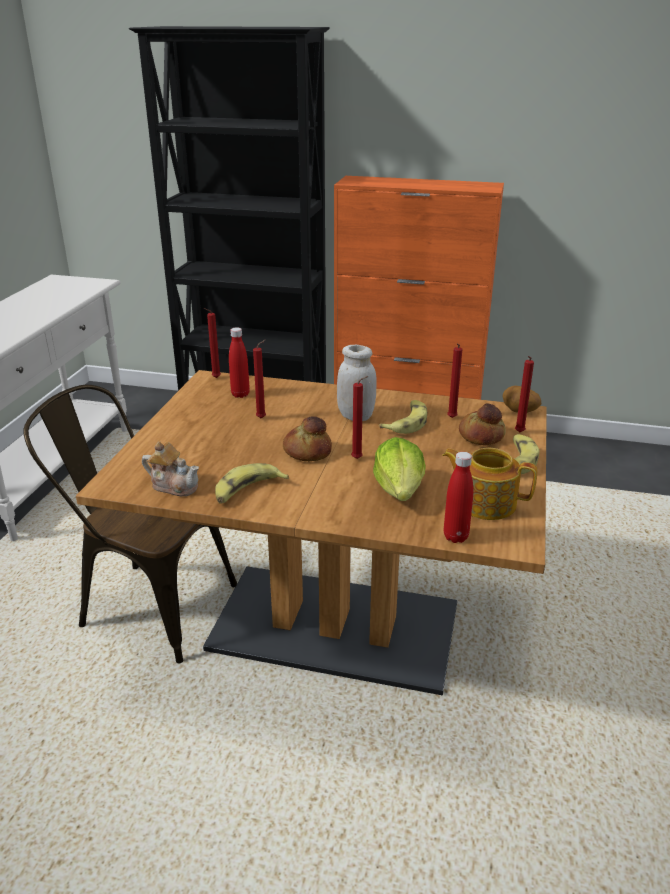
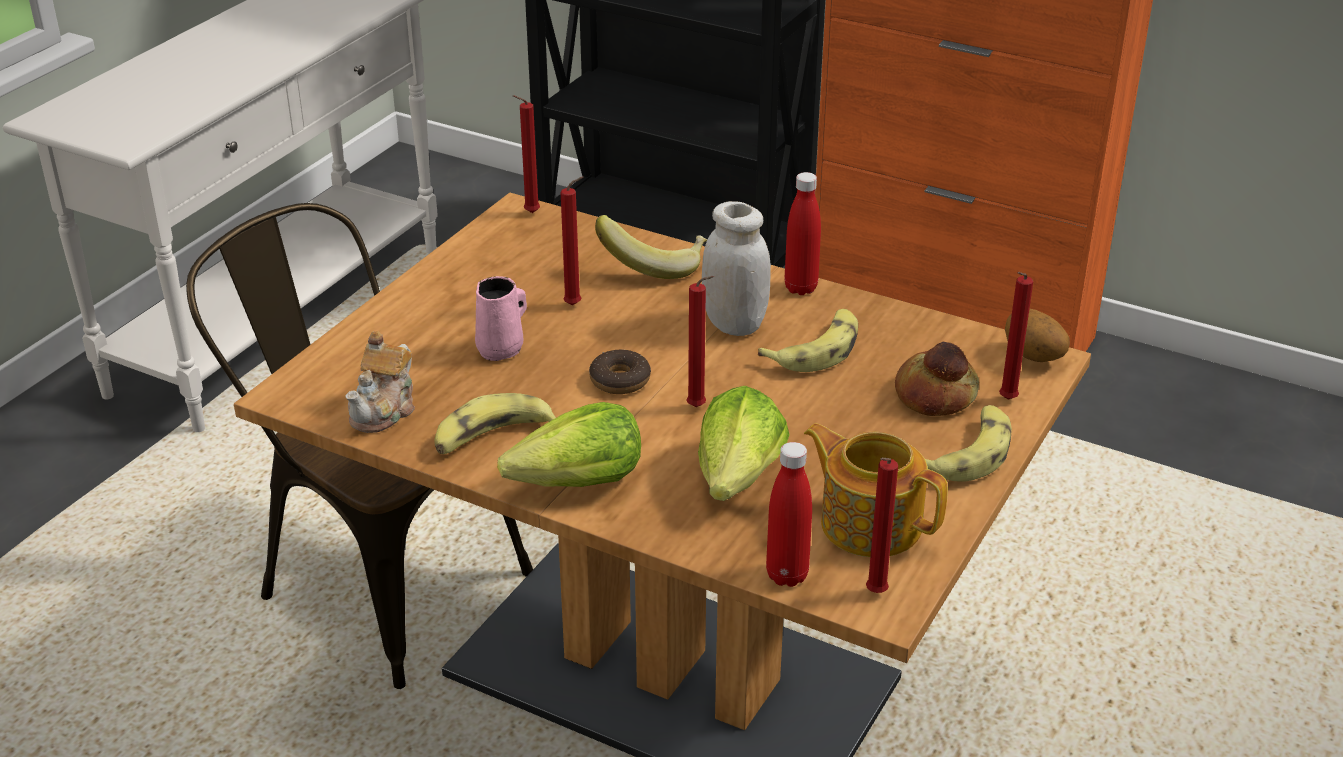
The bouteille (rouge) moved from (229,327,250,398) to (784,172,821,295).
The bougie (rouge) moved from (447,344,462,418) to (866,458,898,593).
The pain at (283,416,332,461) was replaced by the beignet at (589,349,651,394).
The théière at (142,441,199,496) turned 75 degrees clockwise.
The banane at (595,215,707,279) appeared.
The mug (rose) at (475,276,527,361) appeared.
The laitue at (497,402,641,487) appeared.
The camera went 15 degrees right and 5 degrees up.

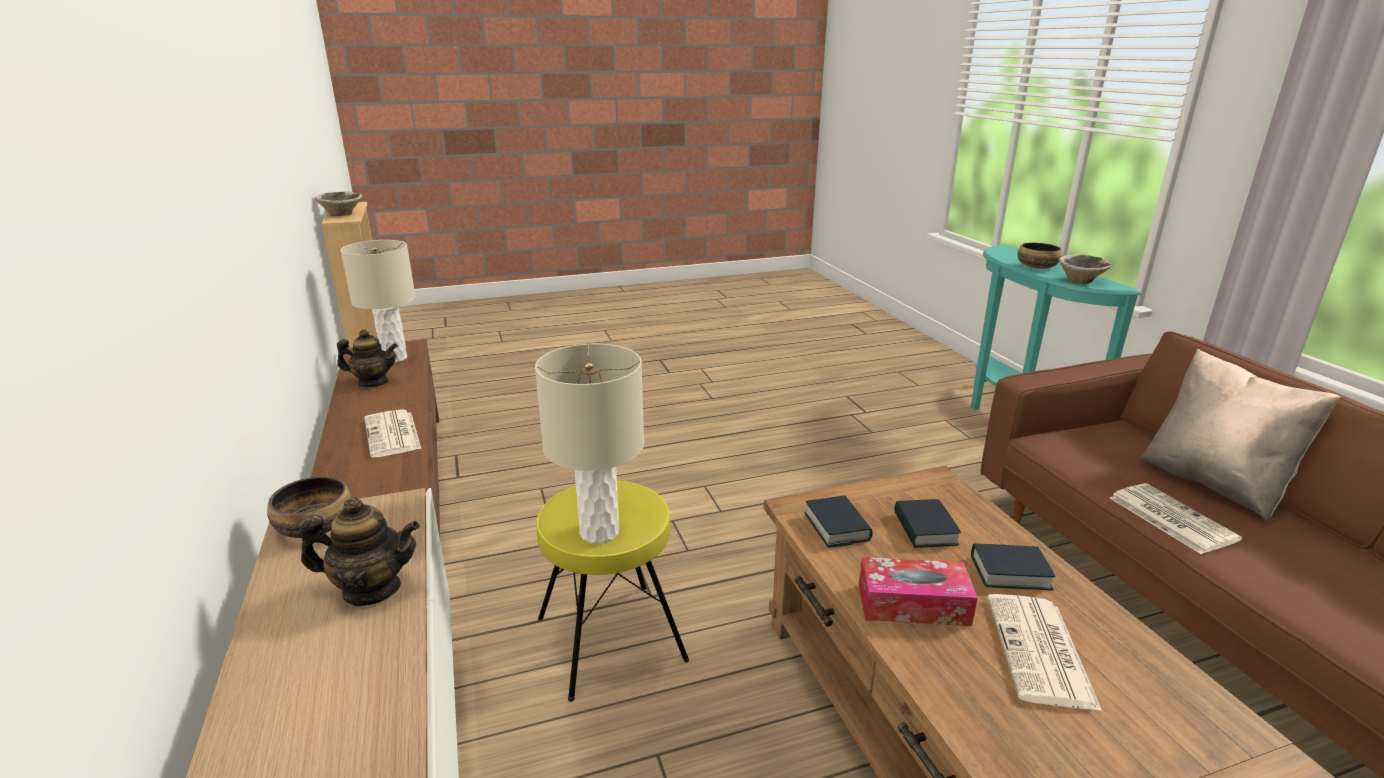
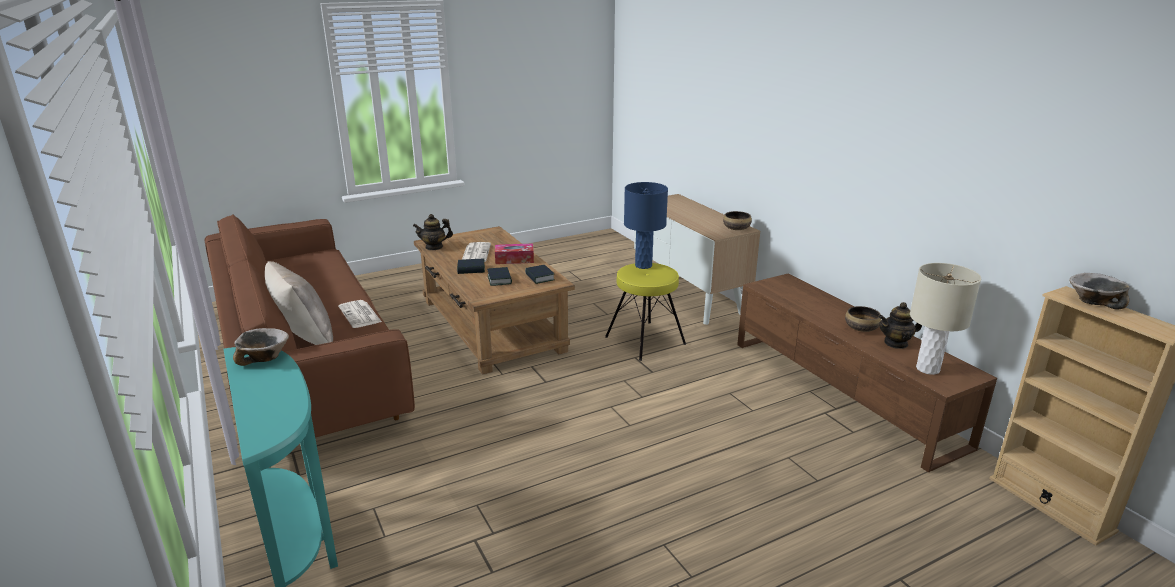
The bol moved from (1018,242,1062,269) to (845,306,882,332).
The lampe de table (beige) at (535,344,644,544) became the lampe de table (bleu) at (624,182,668,269).
The journal at (365,409,421,457) disappeared.
The théière moved from (299,497,420,606) to (413,214,453,250).
The camera went 170 degrees right and 0 degrees up.

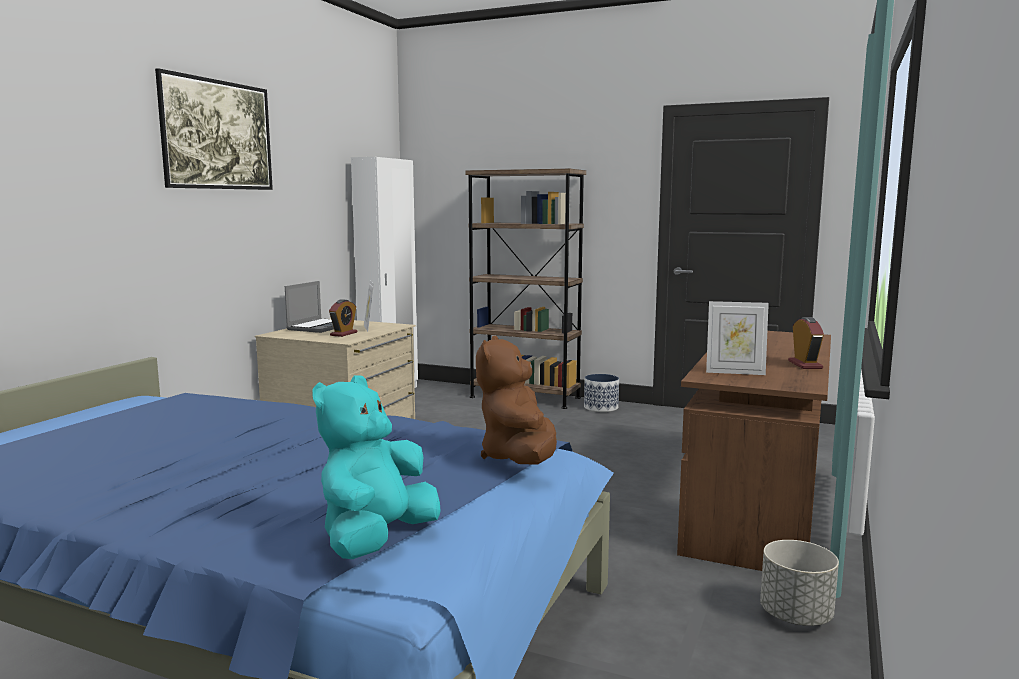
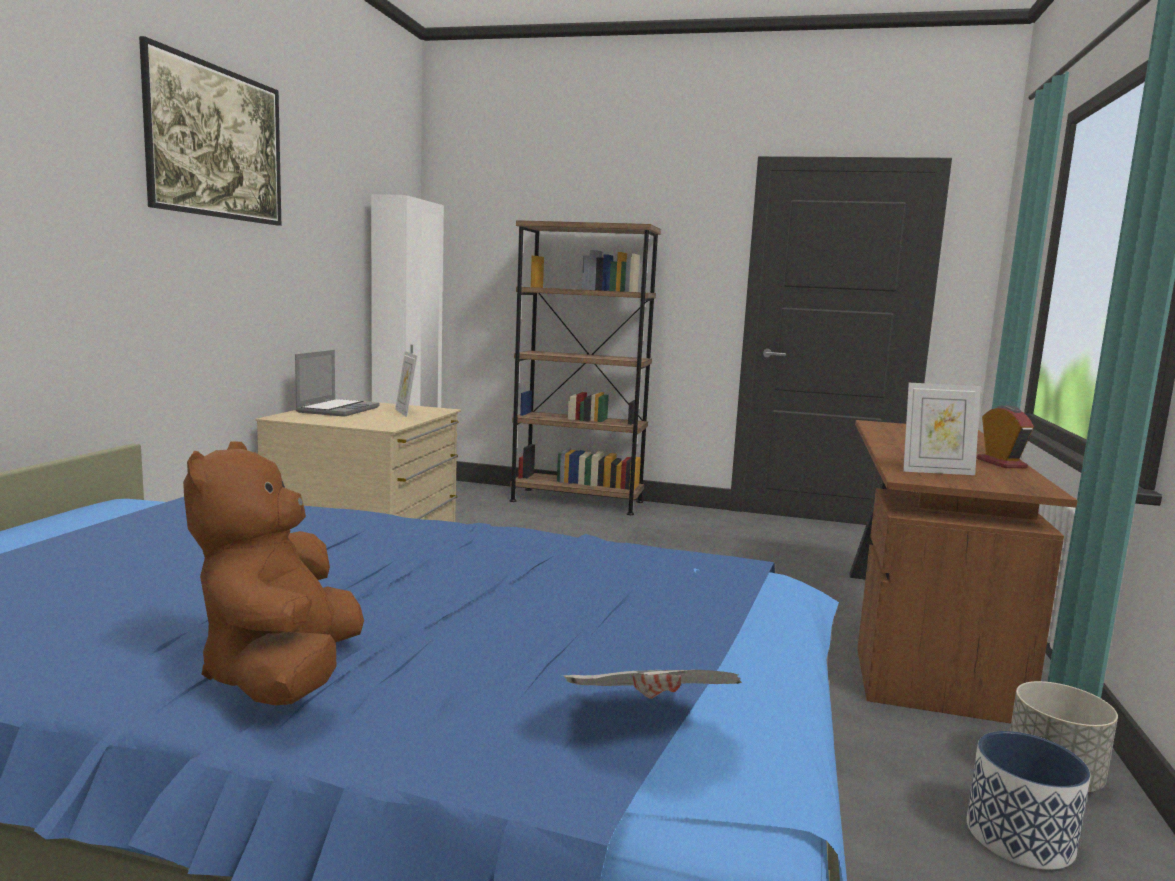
The réveil at (329,299,357,337) disappeared.
The peluche (marron) moved from (476,336,557,464) to (183,441,364,705).
The cache-pot moved from (584,374,619,412) to (967,731,1090,870).
The peluche (turquoise) at (312,375,440,559) was replaced by the journal at (563,670,743,699).
The camera went 10 degrees left and 0 degrees up.

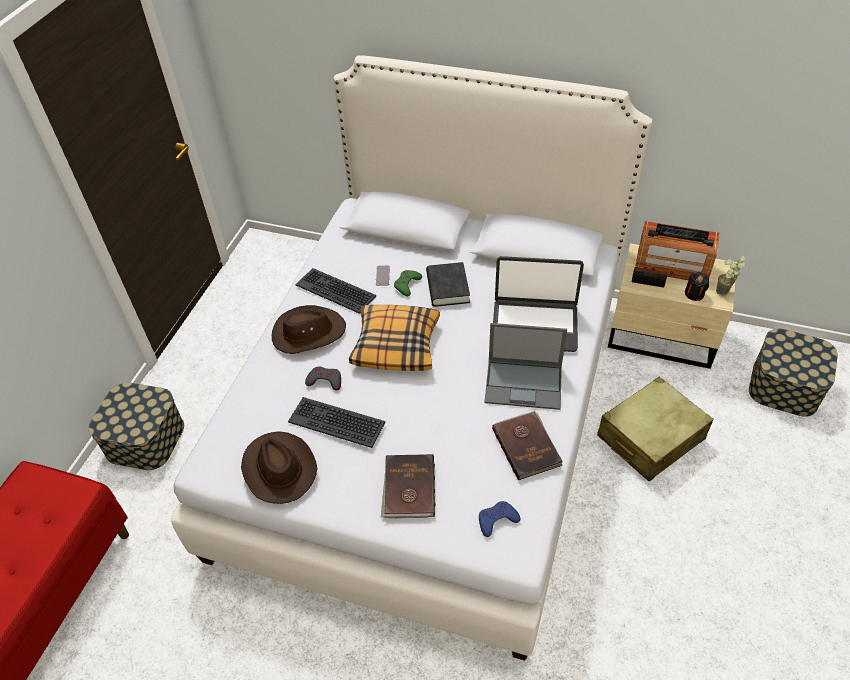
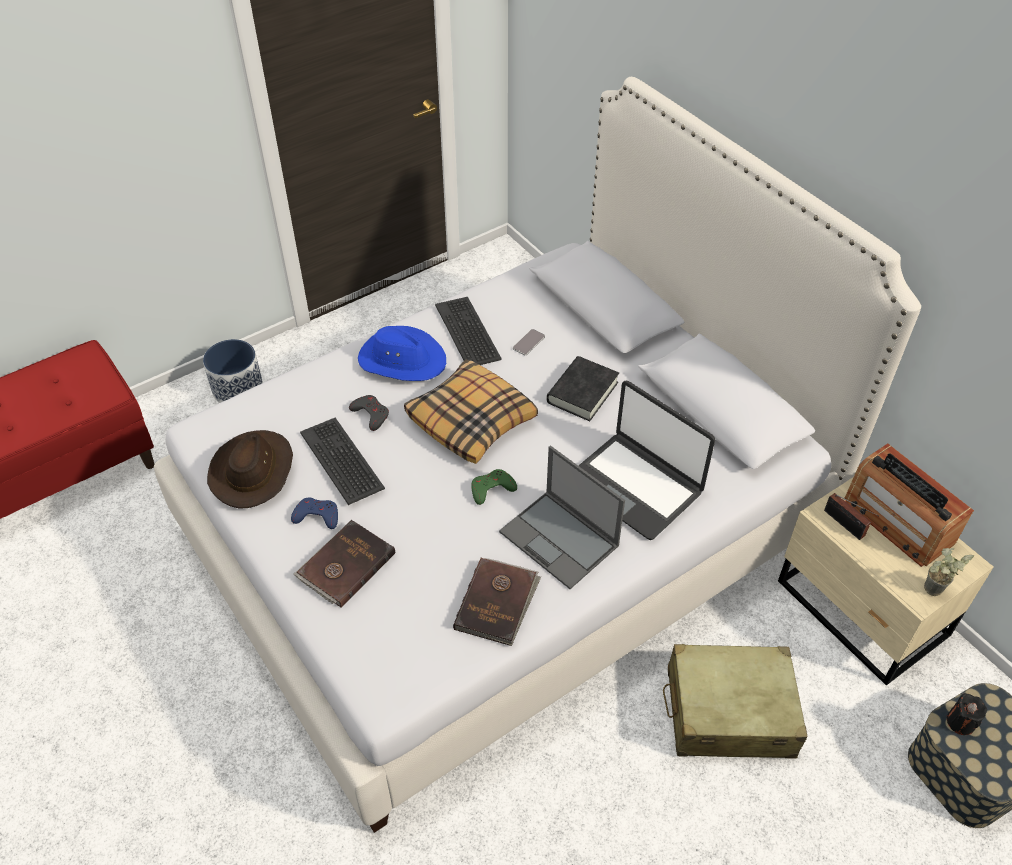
The manette (vert) moved from (394,270,422,297) to (471,469,517,505).
The bougie (noir) moved from (685,272,709,301) to (947,693,987,735).
The chapeau (marron) at (272,305,346,354) became the chapeau (bleu) at (358,326,446,381).
The boîte de rangement at (88,383,184,470) was replaced by the cache-pot at (203,339,263,403).
The manette (bleu) moved from (479,501,520,537) to (291,497,338,529).
The camera went 35 degrees right and 0 degrees up.

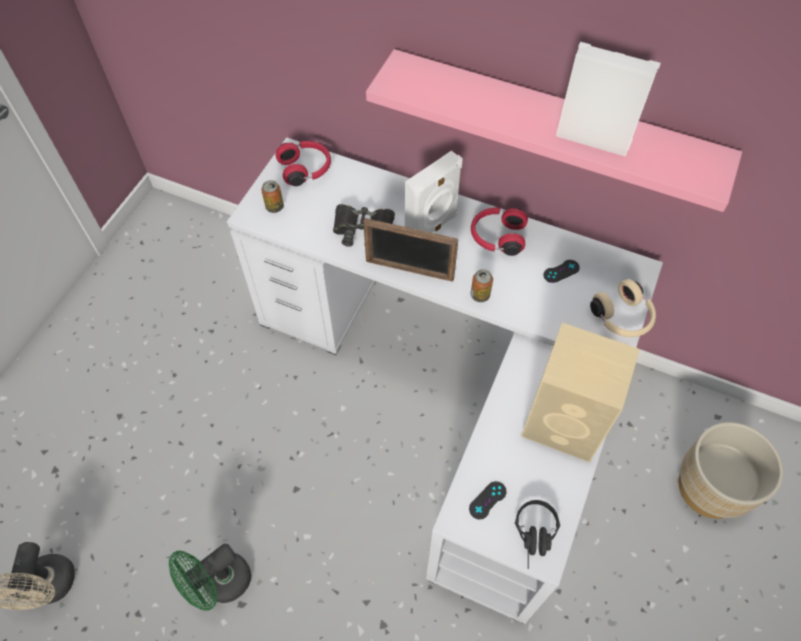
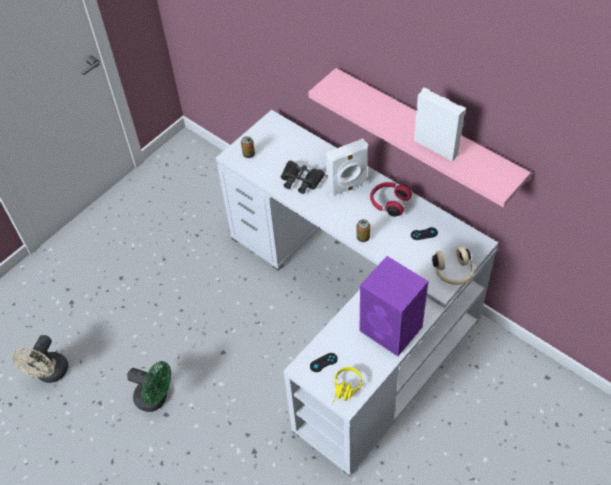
The casque audio (rouge) at (275,141,331,186) disappeared.
The cadre photo at (363,218,458,281) disappeared.
The enceinte (beige) at (521,323,640,462) became the enceinte (violet) at (360,256,428,356).
The cache-pot (beige) at (678,422,783,519) disappeared.
The casque audio (noir) at (515,500,560,569) became the casque audio (jaune) at (332,367,362,405).
The ventilateur (vert) at (169,543,251,611) turned 135 degrees counterclockwise.
The camera went 20 degrees right and 5 degrees down.

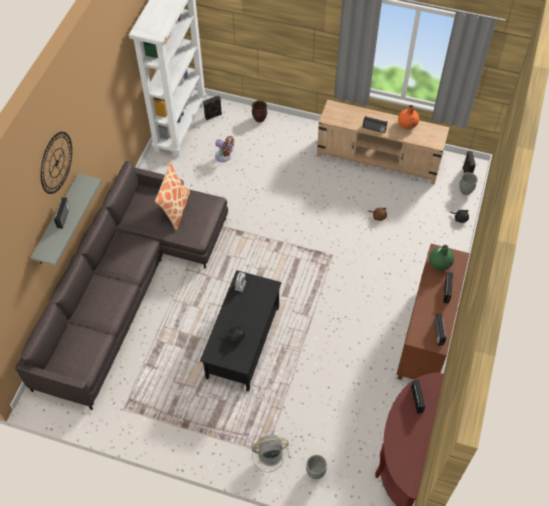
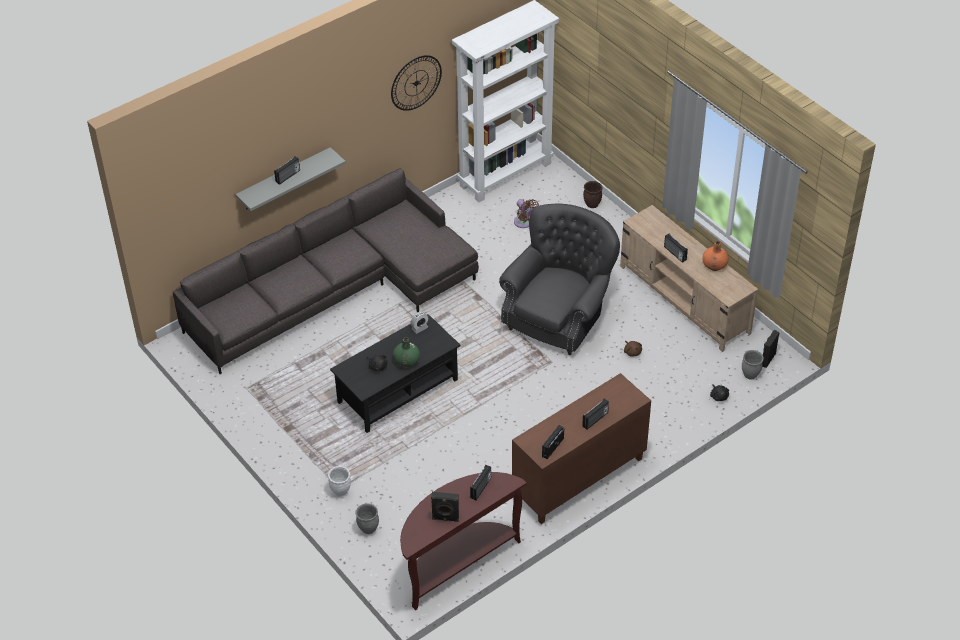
The enceinte (noir) moved from (203,95,222,120) to (431,492,459,522).
The horloge murale moved from (40,132,72,194) to (391,55,442,111).
The coussin at (155,162,190,231) disappeared.
The vase (vert) moved from (429,245,454,270) to (393,337,420,367).
The ventilateur (gris) at (252,435,290,473) was replaced by the cache-pot (blanc) at (328,466,351,496).
The fauteuil (gris) at (499,203,620,355) appeared.
The camera went 35 degrees right and 10 degrees down.

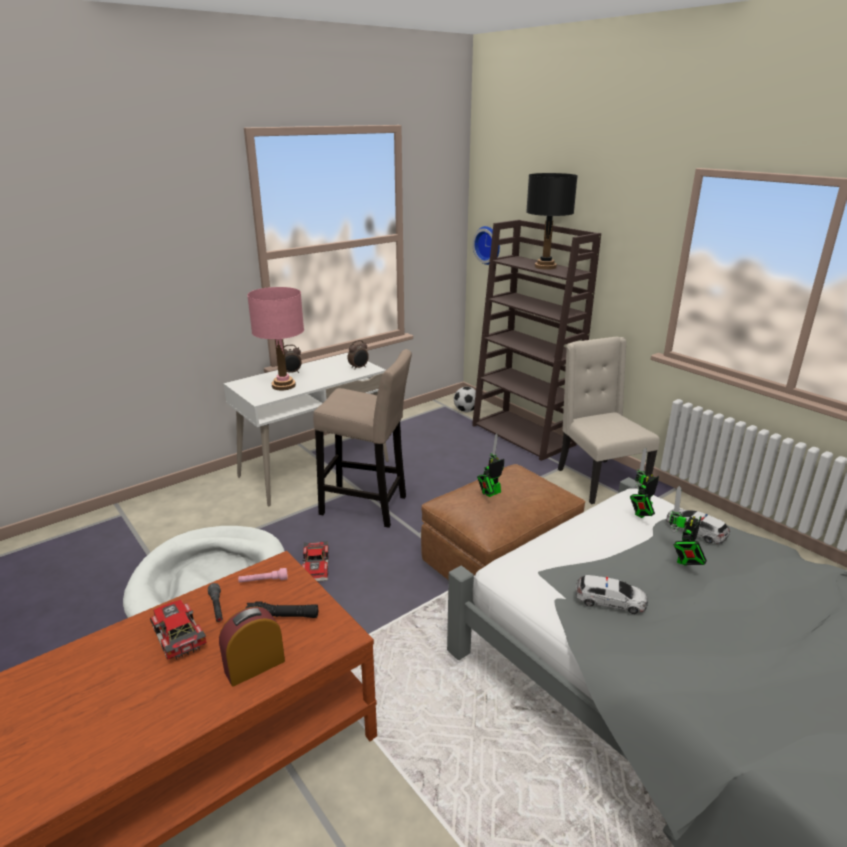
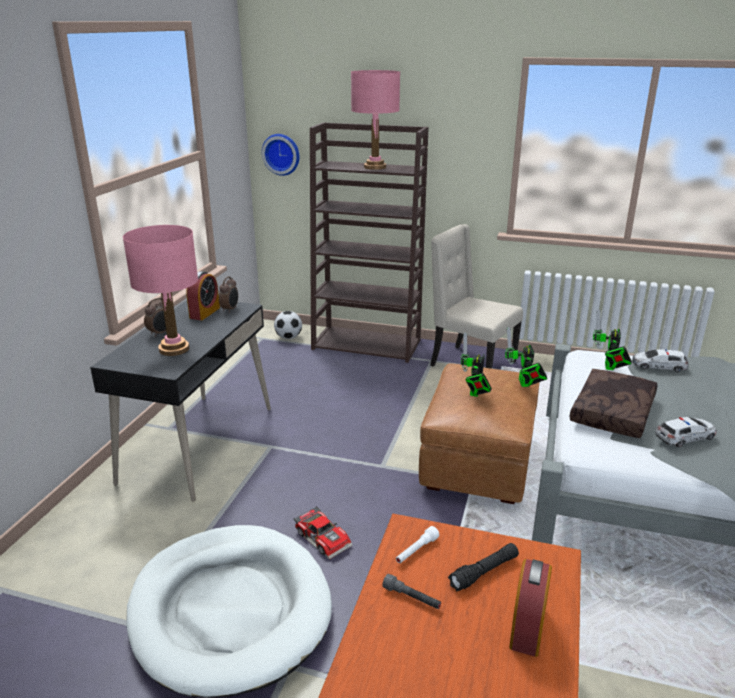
The lampe de table (noir) at (526,173,578,270) became the lampe de table (rose) at (351,70,400,170).
The tabouret (beige) at (313,349,412,528) disappeared.
The bureau (blanc) at (224,352,389,506) became the bureau (noir) at (90,300,271,502).
The robot jouet moved from (670,486,707,566) to (505,326,547,387).
The lampe de poche (rose) at (238,568,288,583) became the lampe de poche (blanc) at (396,526,439,563).
The petite voiture at (150,600,207,660) disappeared.
The réveil at (186,271,220,320) appeared.
The coussin (marron) at (570,369,657,438) appeared.
The camera went 35 degrees left and 0 degrees up.

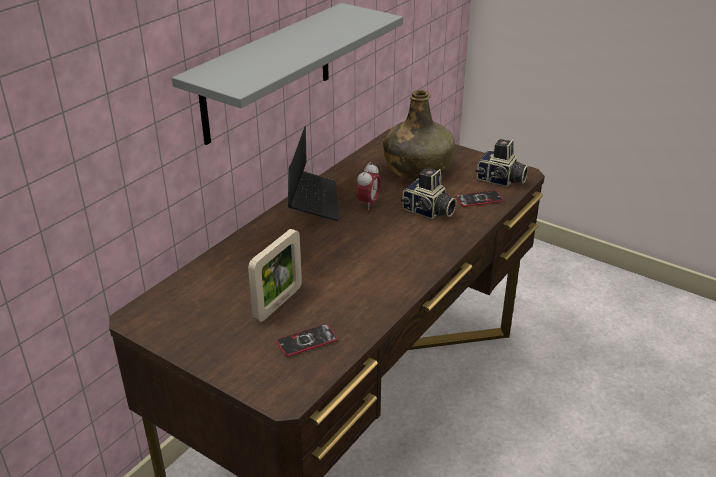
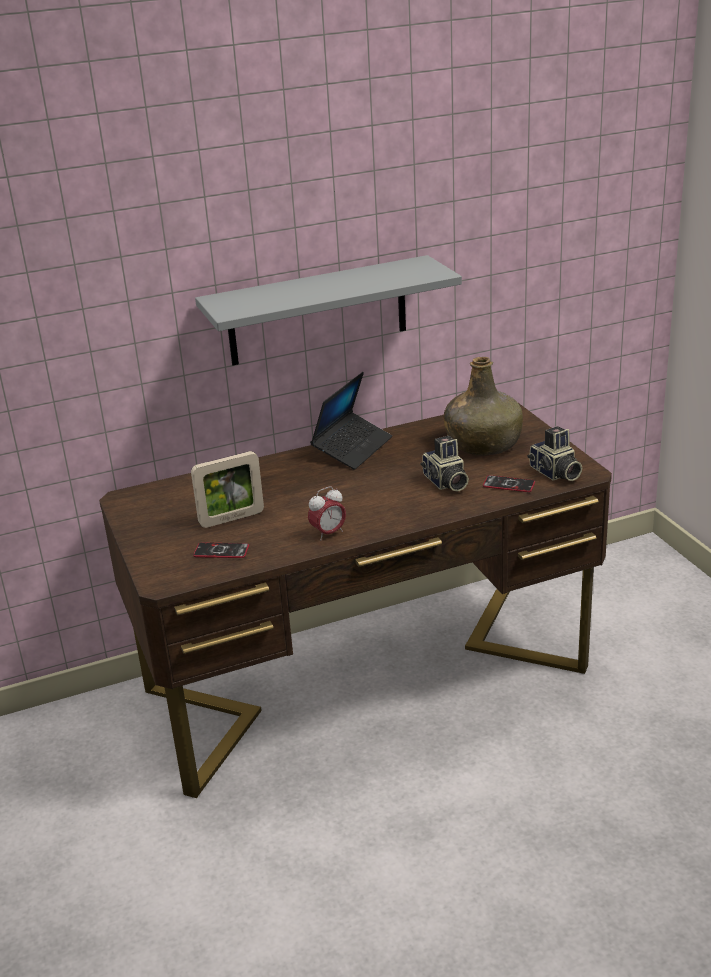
The réveil moved from (356,162,381,210) to (308,486,346,540).
The camera went 35 degrees right and 5 degrees down.

